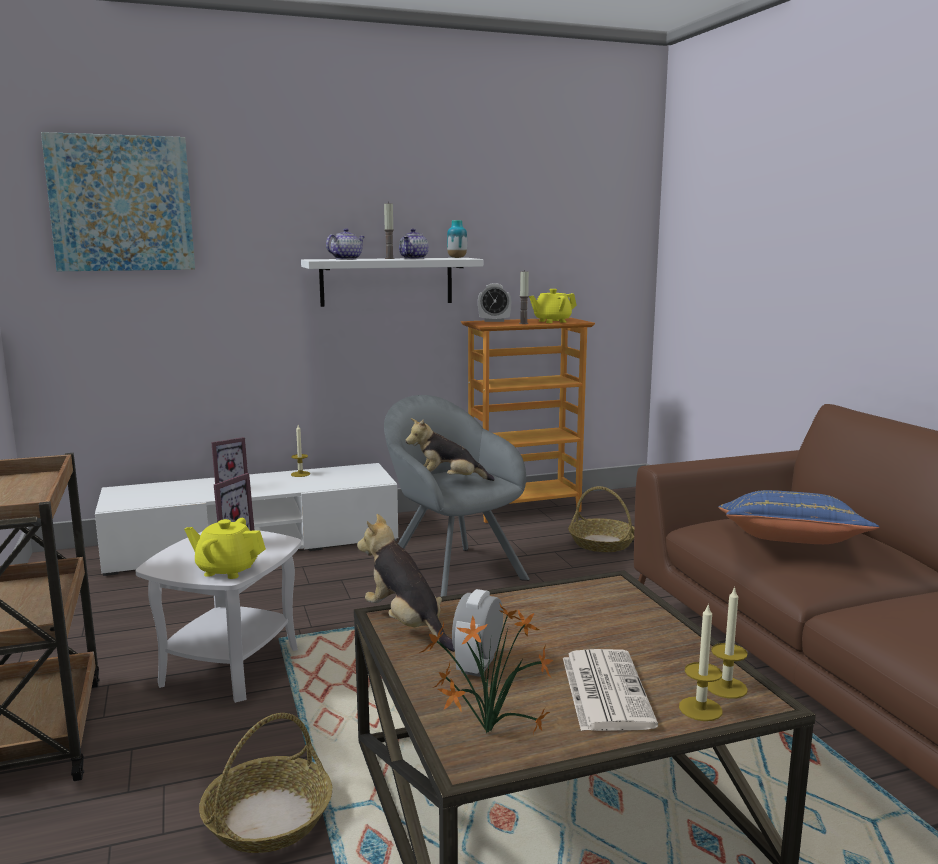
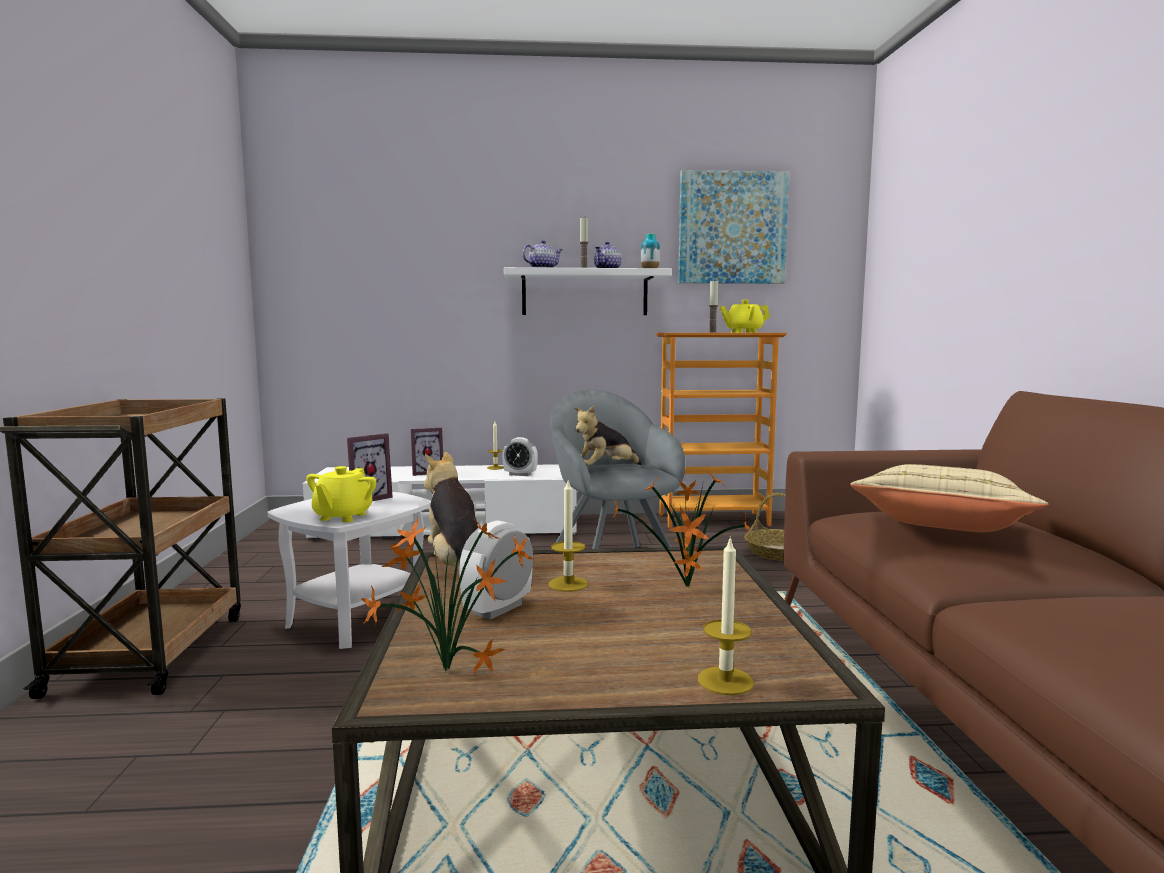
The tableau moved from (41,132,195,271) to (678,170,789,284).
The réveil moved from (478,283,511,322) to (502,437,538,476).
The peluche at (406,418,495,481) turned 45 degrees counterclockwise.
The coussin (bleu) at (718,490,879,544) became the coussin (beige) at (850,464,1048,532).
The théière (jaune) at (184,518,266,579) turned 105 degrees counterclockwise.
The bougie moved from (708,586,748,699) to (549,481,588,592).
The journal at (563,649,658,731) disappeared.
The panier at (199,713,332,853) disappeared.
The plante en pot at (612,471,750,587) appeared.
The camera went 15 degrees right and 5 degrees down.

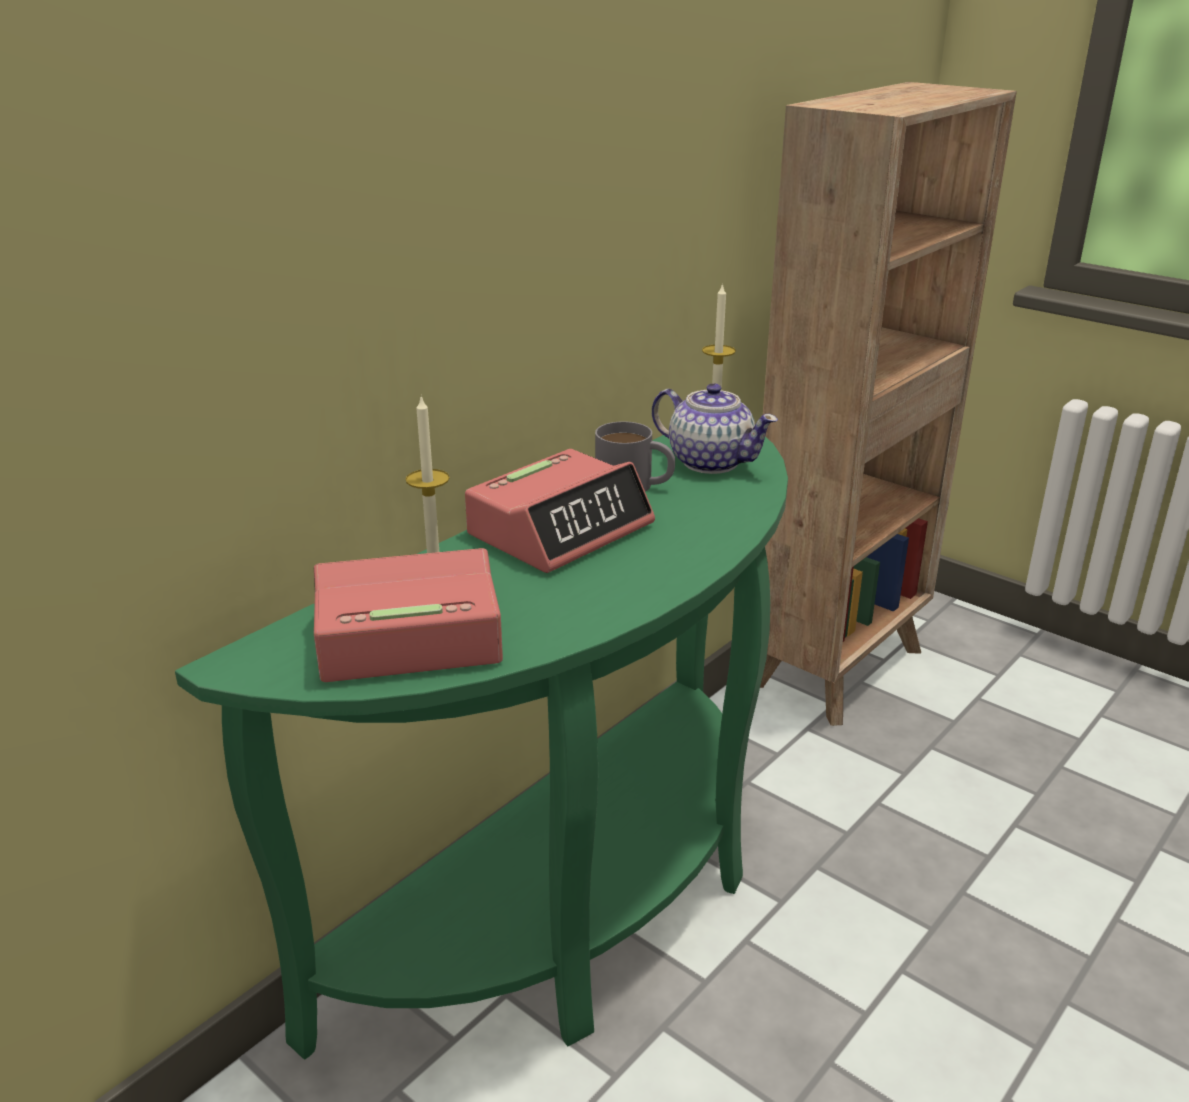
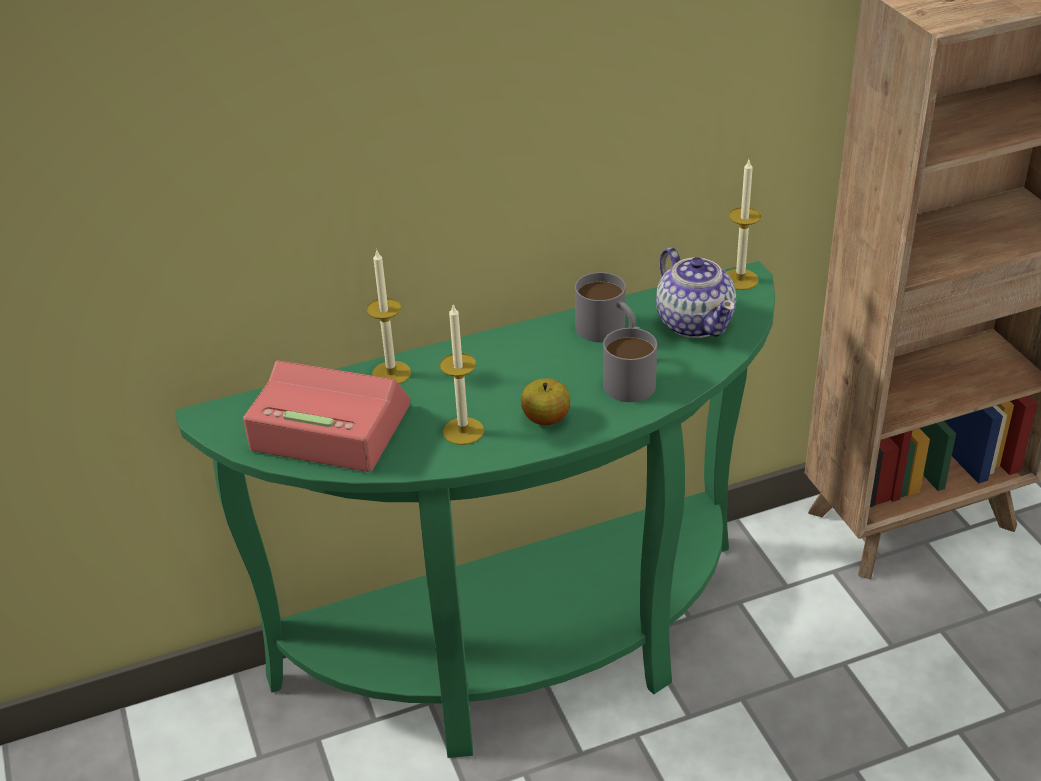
The réveil at (465,449,655,573) disappeared.
The bougie at (440,305,484,445) appeared.
The mug (gris) at (603,327,657,402) appeared.
The pomme at (521,378,570,425) appeared.
The camera went 30 degrees right and 10 degrees up.

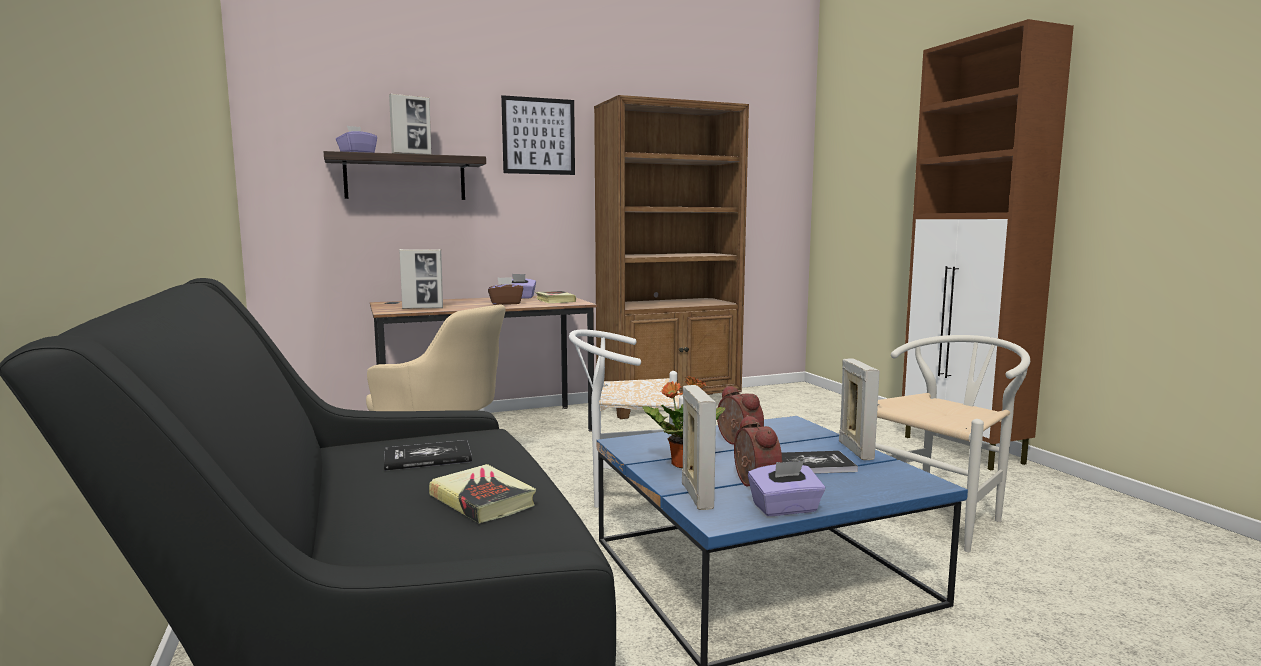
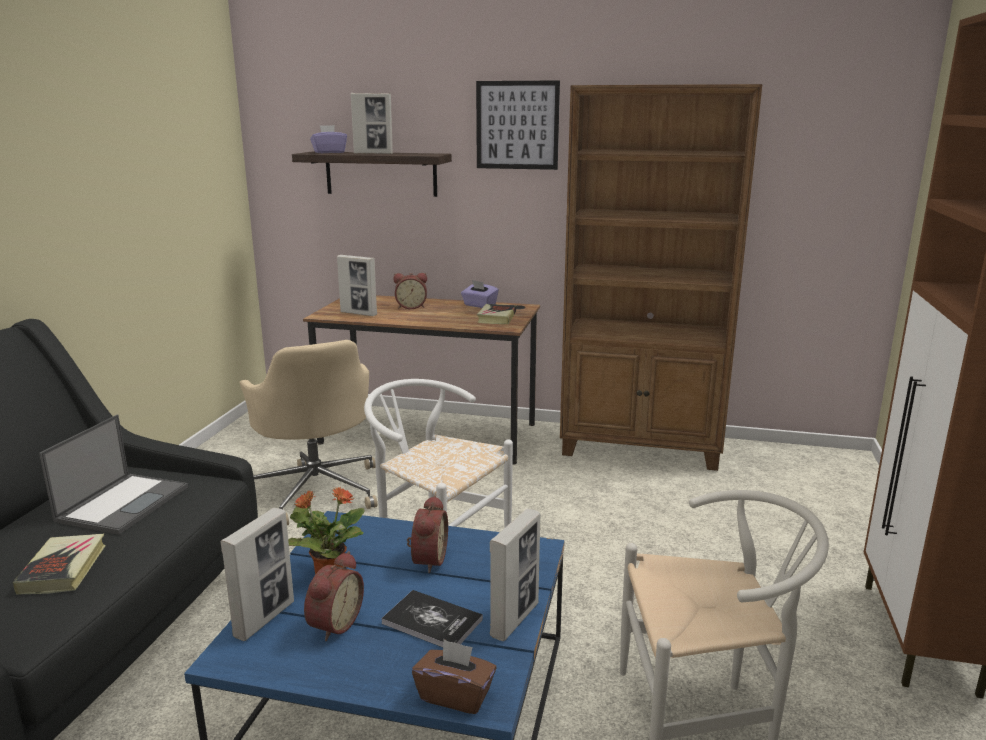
The boîte à mouchoirs (marron) moved from (488,277,523,305) to (412,639,497,714).
The livre at (384,440,472,471) was replaced by the ordinateur portable at (39,414,188,535).
The boîte à mouchoirs (violet) at (748,461,825,516) disappeared.
The réveil at (393,273,427,309) appeared.
The camera went 35 degrees right and 10 degrees up.

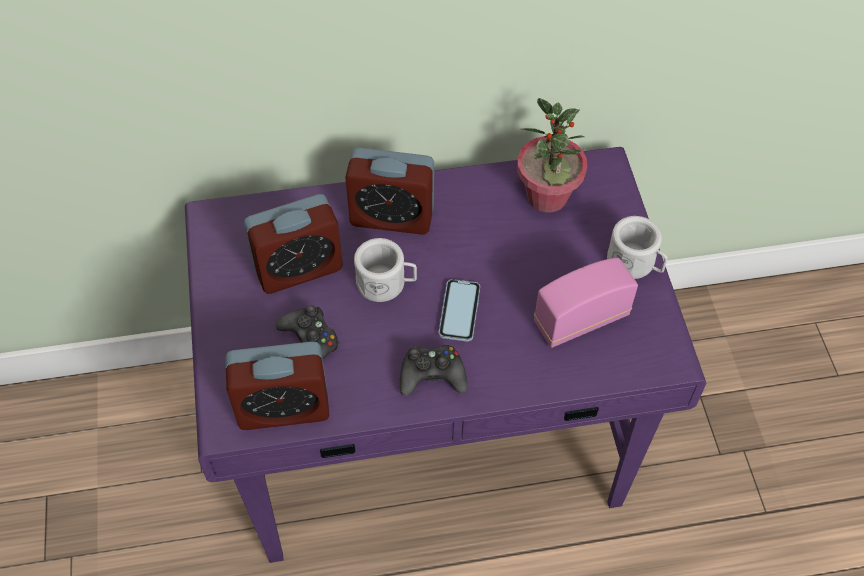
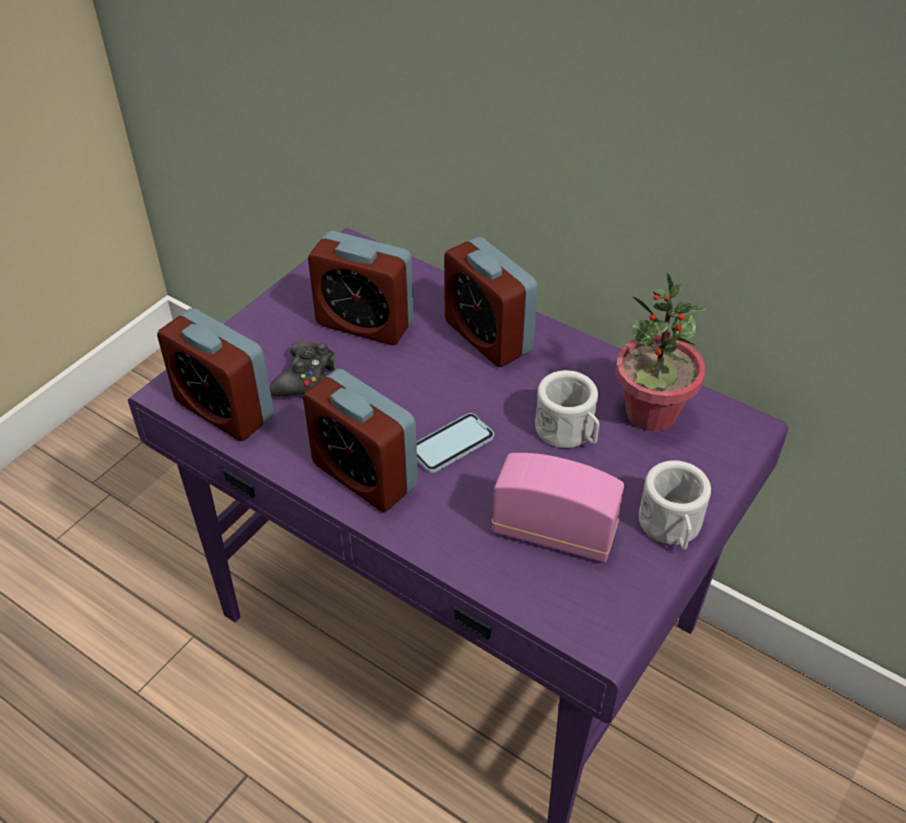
The mug (blanc) moved from (354,238,417,302) to (535,370,599,448).
The manette (noir) at (400,345,467,396) was replaced by the réveil at (303,369,418,512).
The camera went 45 degrees right and 10 degrees down.

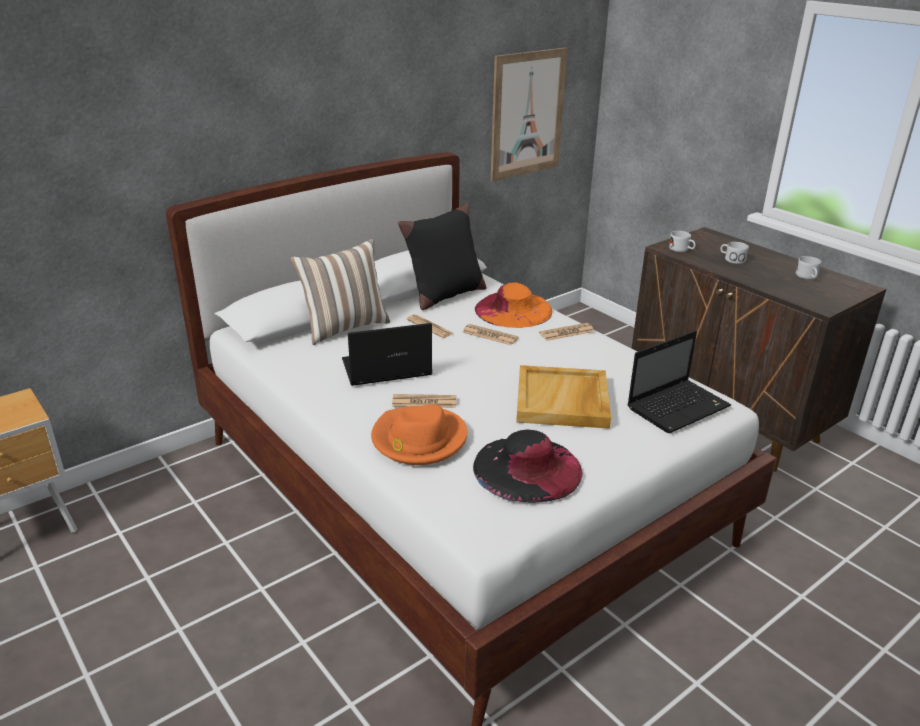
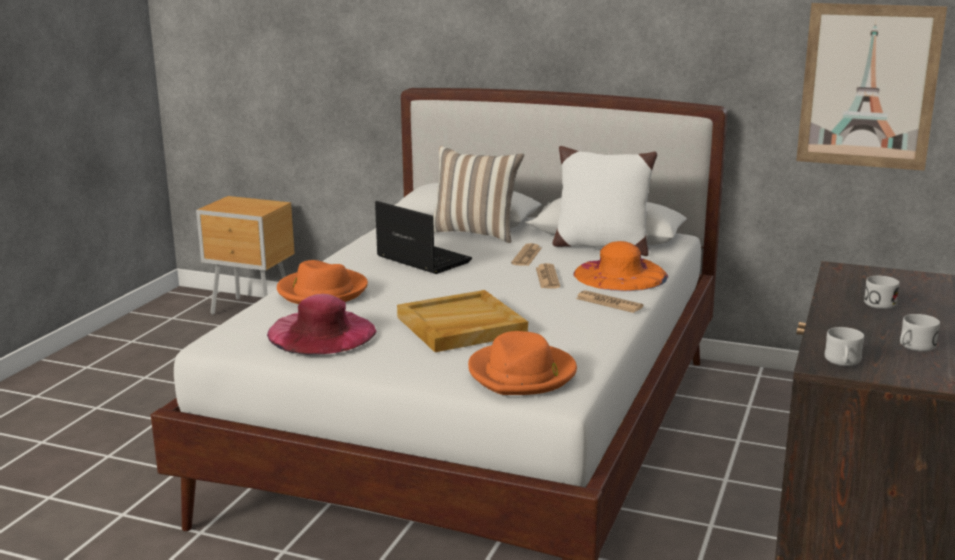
The coussin (noir) at (398,203,486,310) became the coussin (blanc) at (553,146,657,256).
The mug (blanc) moved from (669,231,696,252) to (825,327,864,366).
The ordinateur portable at (627,331,731,433) was replaced by the chapeau (orange) at (468,331,577,395).
The journal at (392,394,456,408) disappeared.
The chapeau (noir) at (473,430,583,503) became the chapeau (rose) at (267,294,376,355).
The camera went 60 degrees right and 10 degrees down.

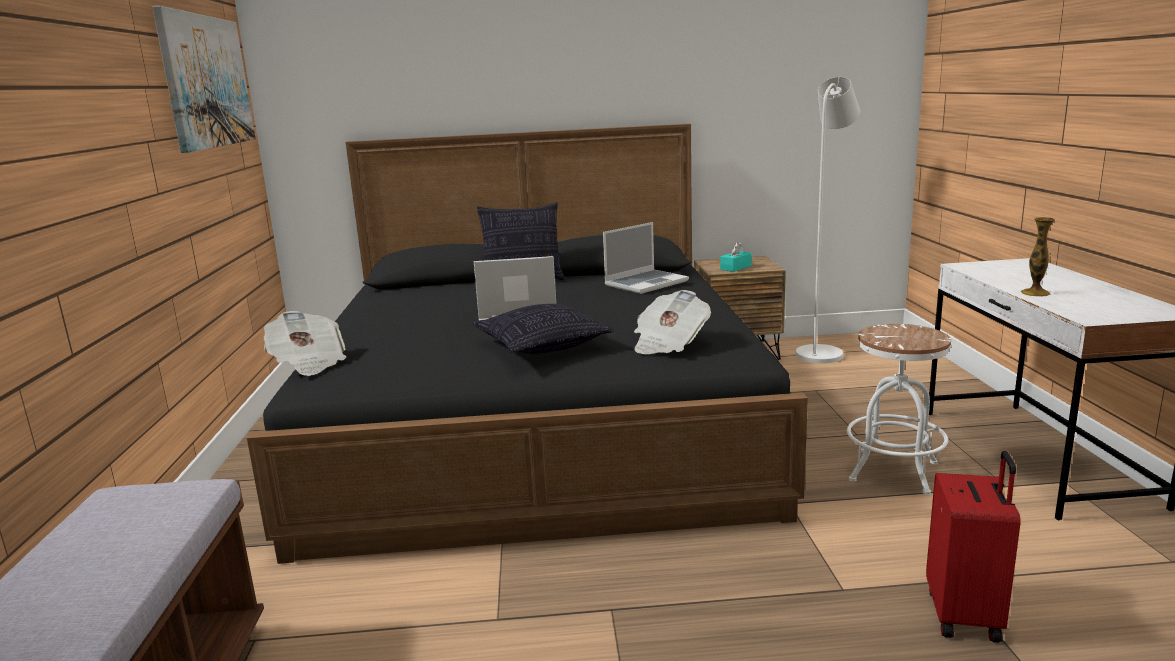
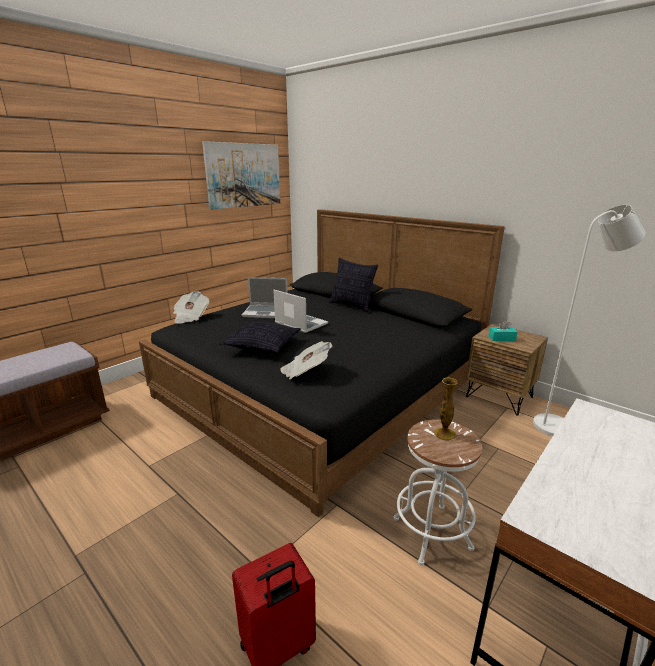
The vase moved from (1021,217,1055,297) to (434,377,458,441).
The ordinateur portable moved from (603,222,689,294) to (242,277,288,318).
The camera went 45 degrees right and 5 degrees up.

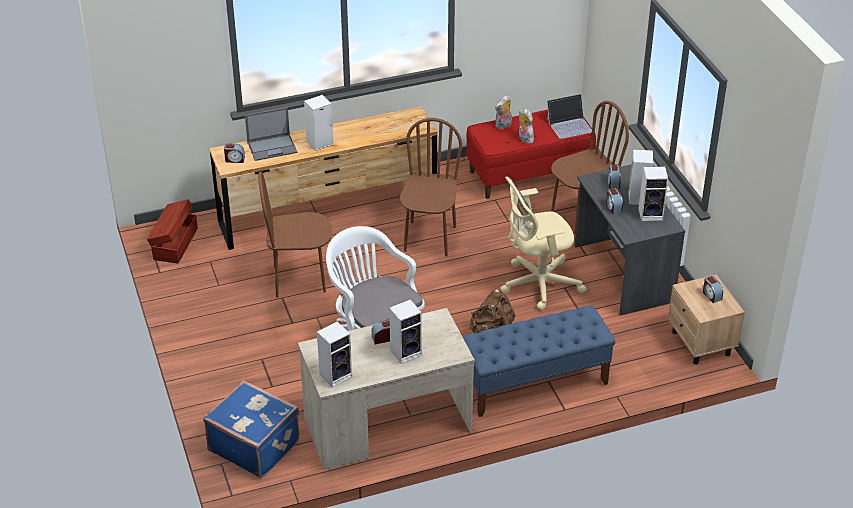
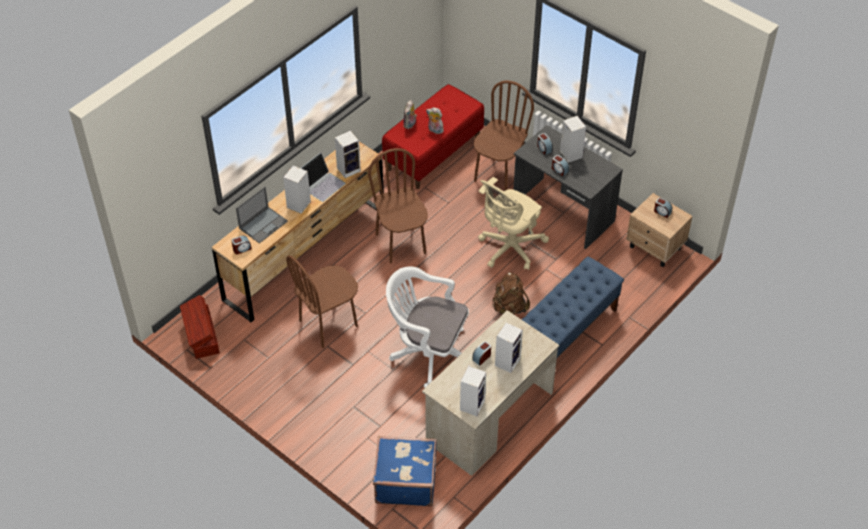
The ordinateur portable moved from (546,94,592,139) to (301,153,346,202).
The enceinte moved from (639,166,668,221) to (335,131,361,178).
The camera went 30 degrees left and 10 degrees up.

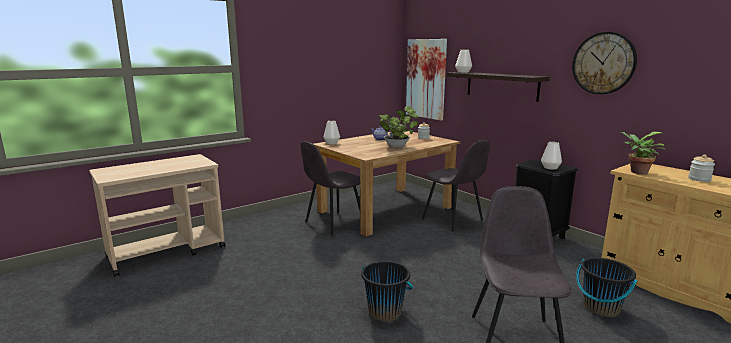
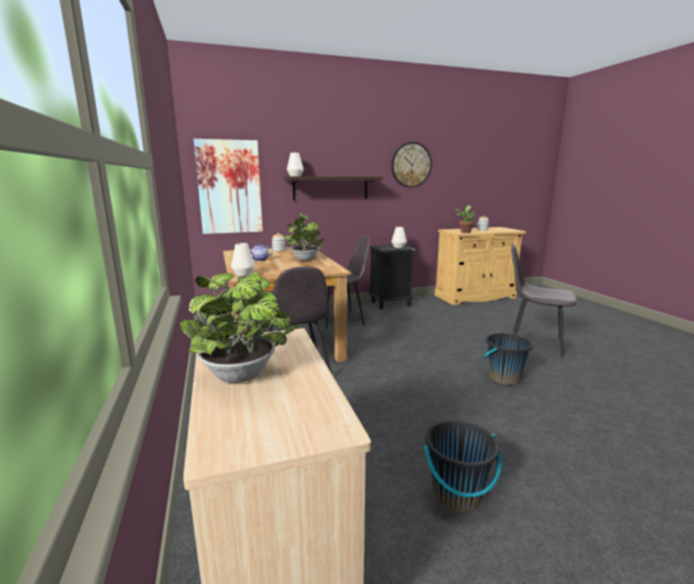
The seau (noir) moved from (576,258,637,317) to (424,420,502,512).
The plante en pot at (179,272,297,383) appeared.
The camera went 70 degrees left and 0 degrees up.

